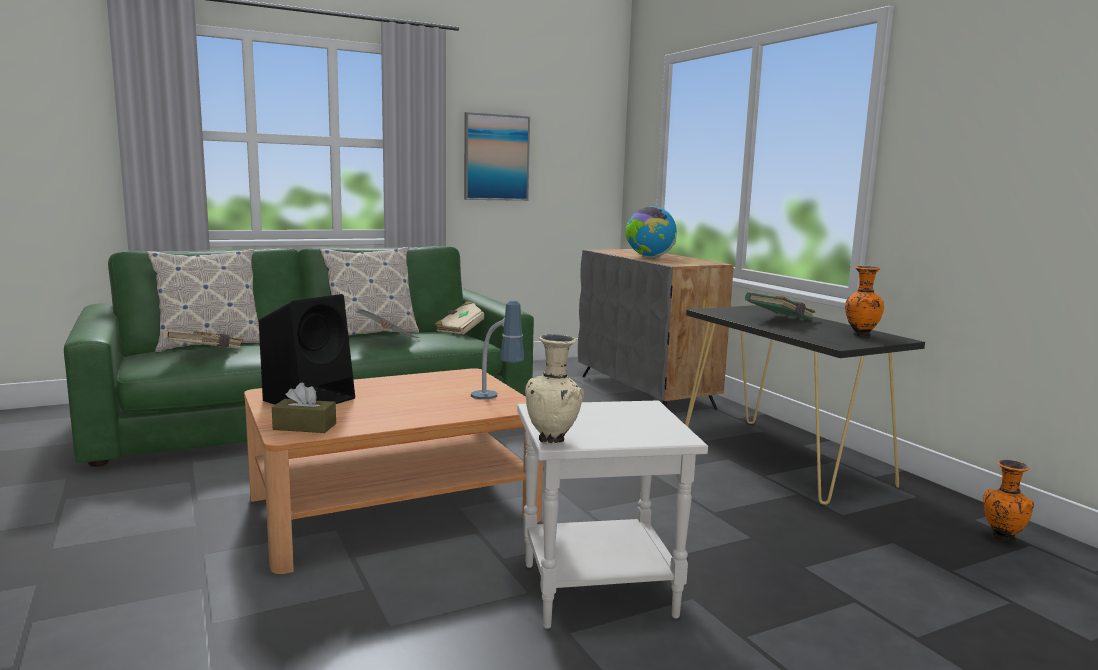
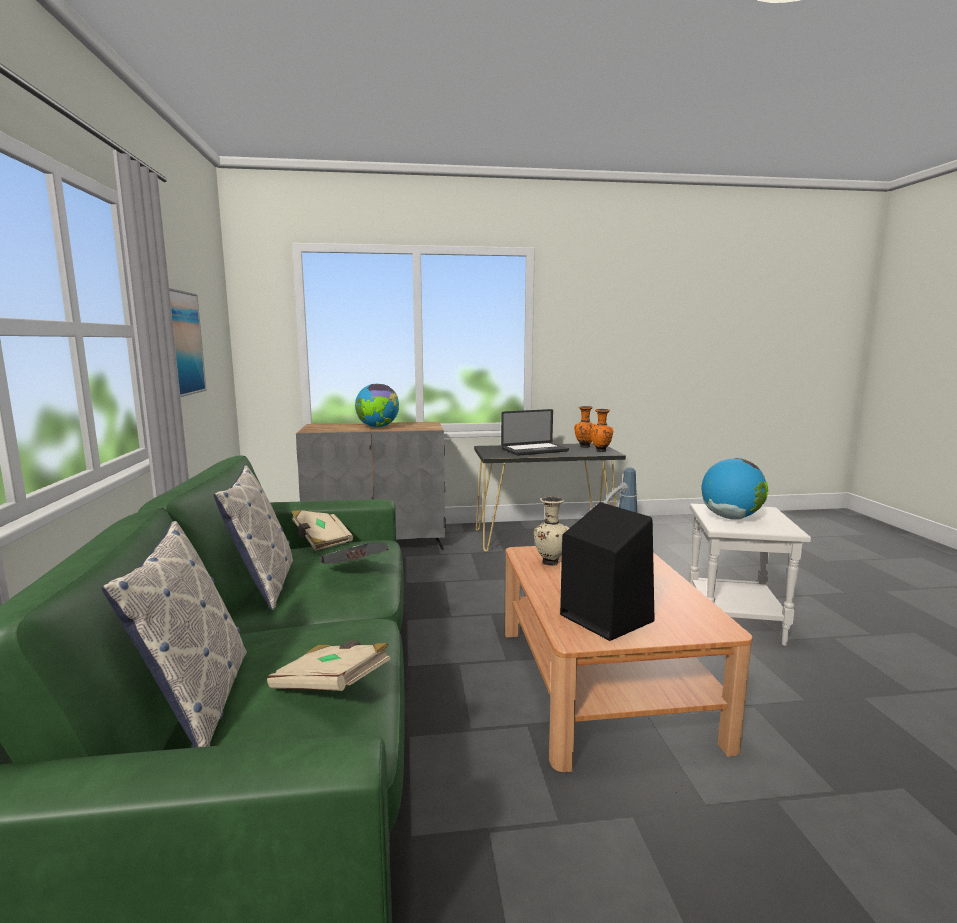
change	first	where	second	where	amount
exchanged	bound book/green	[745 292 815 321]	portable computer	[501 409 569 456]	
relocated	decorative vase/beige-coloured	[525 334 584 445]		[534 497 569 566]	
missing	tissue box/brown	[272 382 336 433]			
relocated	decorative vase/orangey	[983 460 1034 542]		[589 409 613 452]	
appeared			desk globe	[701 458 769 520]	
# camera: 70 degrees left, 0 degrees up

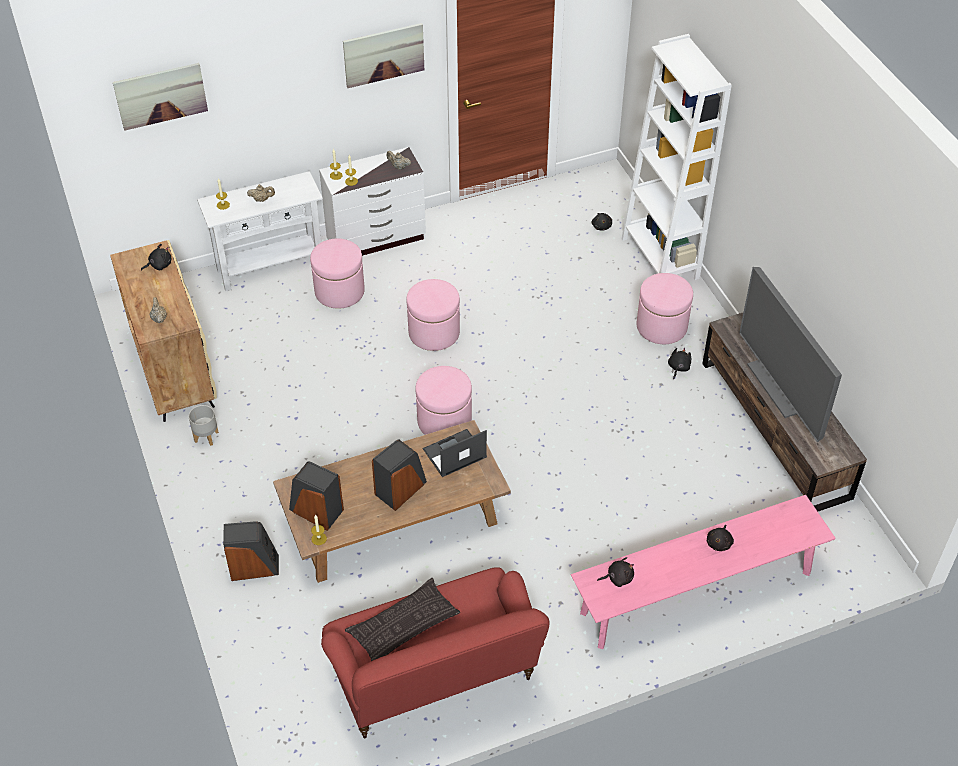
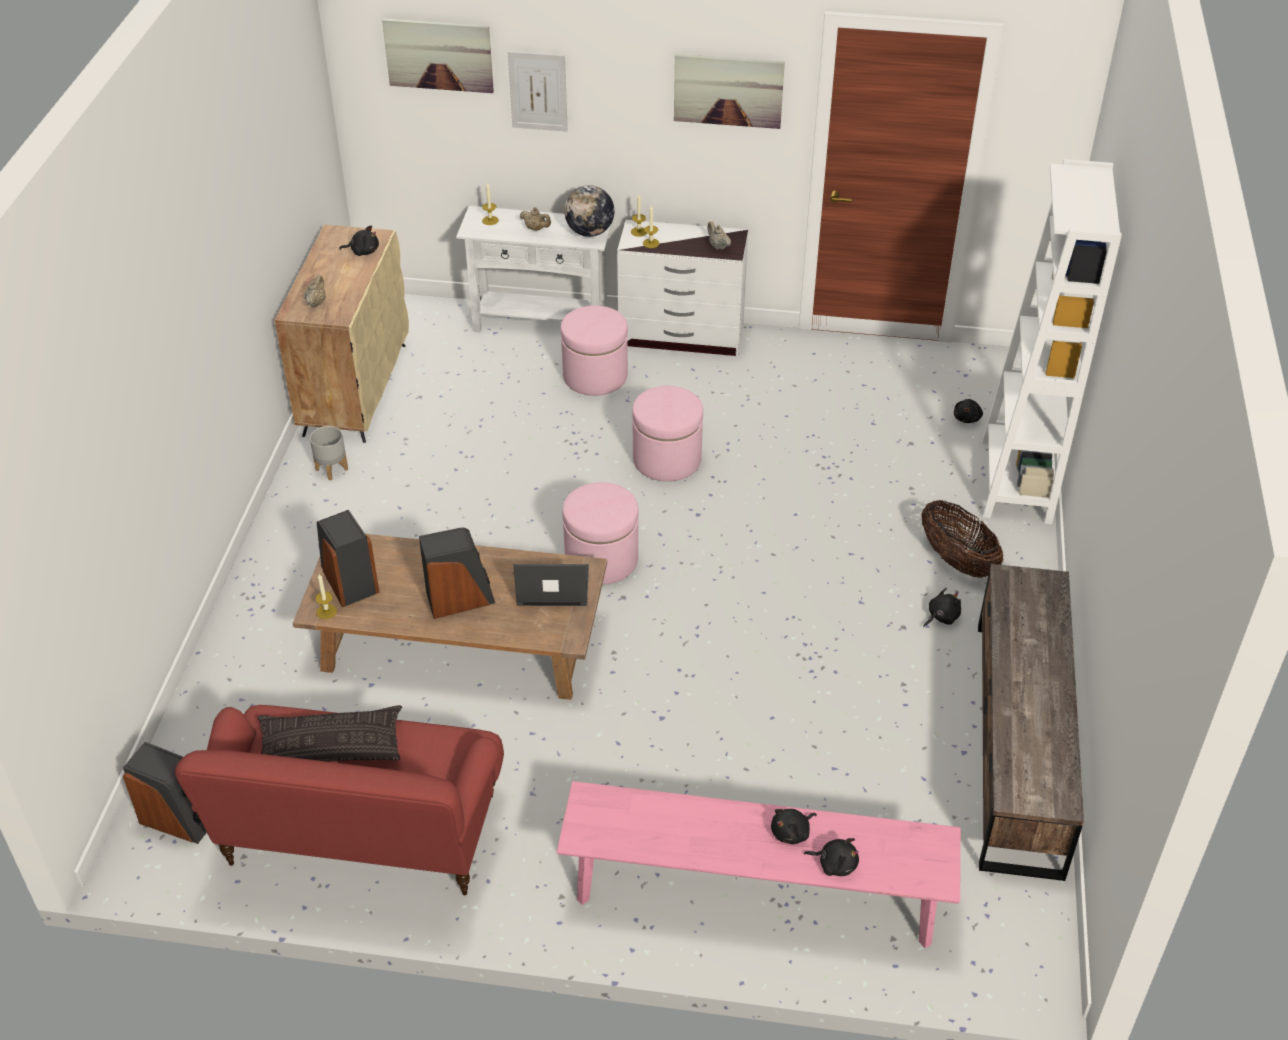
change	first	where	second	where	amount
missing	television	[739 267 842 442]			
exchanged	ottoman/pink-coloured	[637 273 693 344]	basket	[921 500 1003 578]	
relocated	audio speaker	[223 522 279 581]		[123 742 207 844]	
relocated	plush toy/blackish	[597 557 634 587]		[804 838 859 876]	
appeared			wall picture	[508 51 568 132]	
appeared			desk globe	[564 185 614 237]	
# camera: 30 degrees right, 5 degrees down

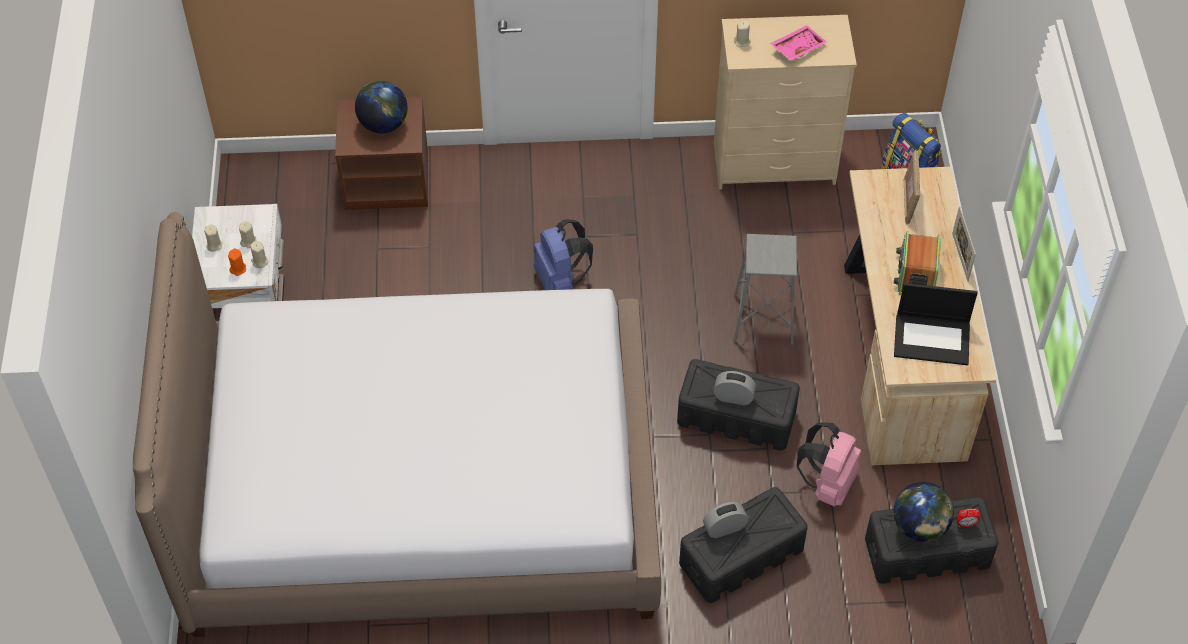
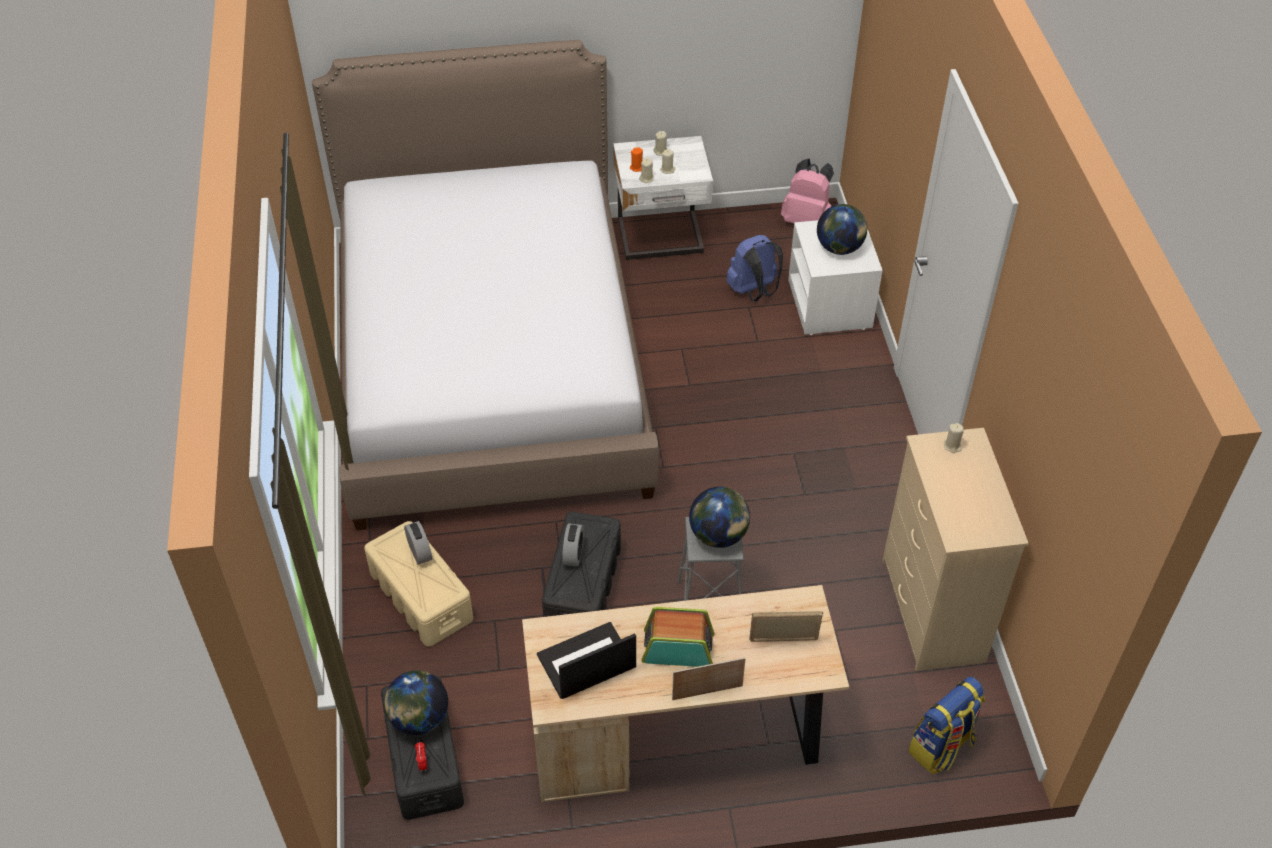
change	first	where	second	where	amount
missing	carrying tray/pink-coloured	[770 25 827 61]			
colour	night table/brown	[335 97 429 210]	night table/white	[788 220 883 335]	
relocated	knapsack/bluish	[533 219 593 290]		[726 235 783 302]	
spun	portable computer	[894 283 977 365]		[537 622 636 699]	60 degrees clockwise
relocated	knapsack/pink-coloured	[797 422 861 507]		[781 158 834 223]	
colour	storage bin/blackish	[679 487 808 603]	storage bin/beige-coloured	[364 521 473 647]	
appeared			desk globe	[689 487 750 548]	
# camera: 85 degrees right, 5 degrees down

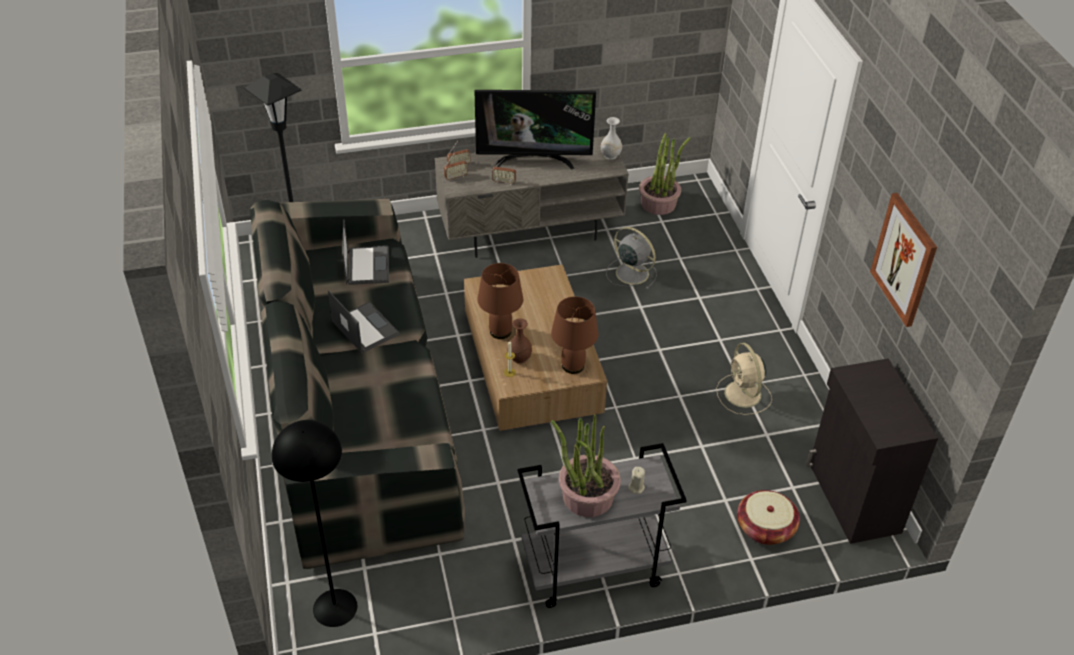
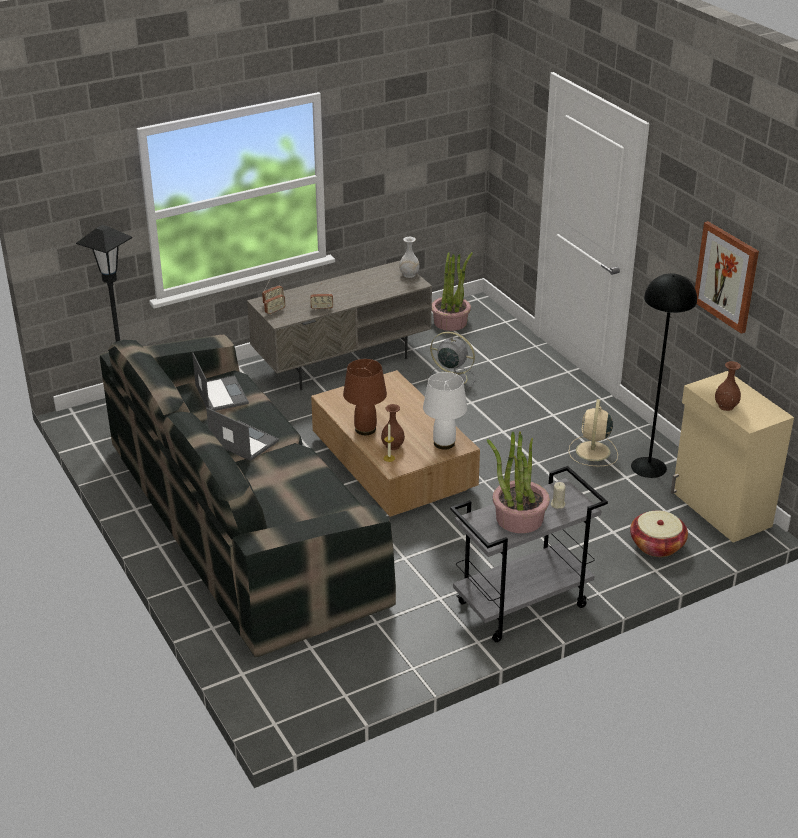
change	first	where	second	where	amount
missing	television	[475 90 596 169]			
colour	lamp for a table/brown	[551 297 599 374]	lamp for a table/white	[423 372 467 450]	
spun	fan/beige-coloured	[716 343 772 415]		[569 399 618 466]	45 degrees clockwise
colour	cupboard/blackish	[806 358 938 544]	cupboard/beige-coloured	[670 371 794 543]	
relocated	standard lamp/blackish	[272 420 357 627]		[631 273 697 478]	
appeared			decorative vase/brown	[715 361 741 411]	
# camera: 15 degrees left, 10 degrees down

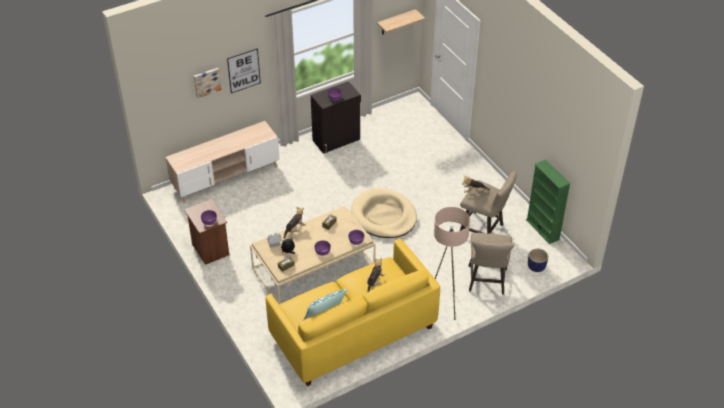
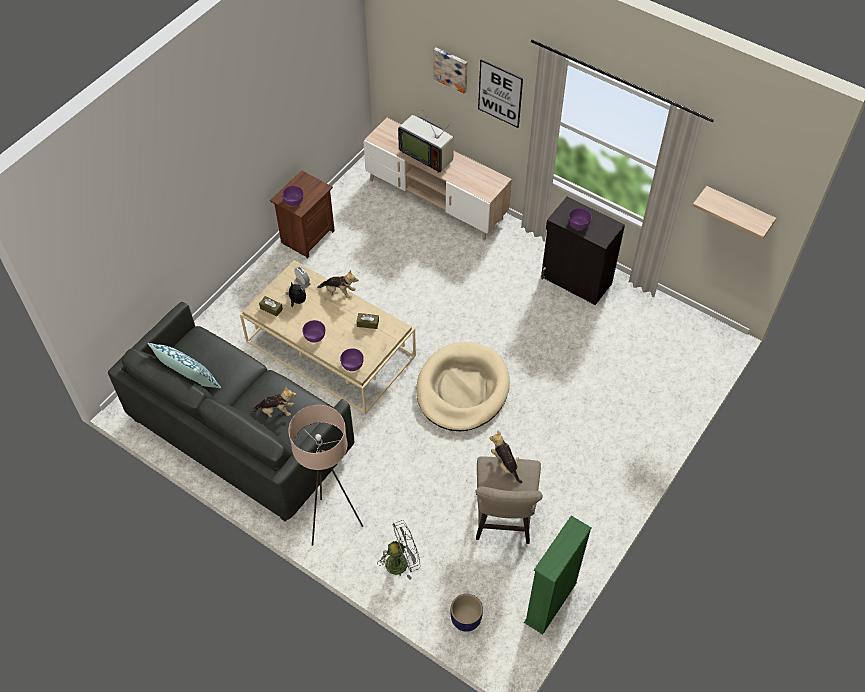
change	first	where	second	where	amount
exchanged	stool/beige-coloured	[468 233 514 294]	fan/greyish	[377 520 421 580]	
colour	couch/yellow	[266 239 440 386]	couch/greyish	[108 302 354 522]	
appeared			television	[398 111 454 173]	
# camera: 65 degrees right, 10 degrees up

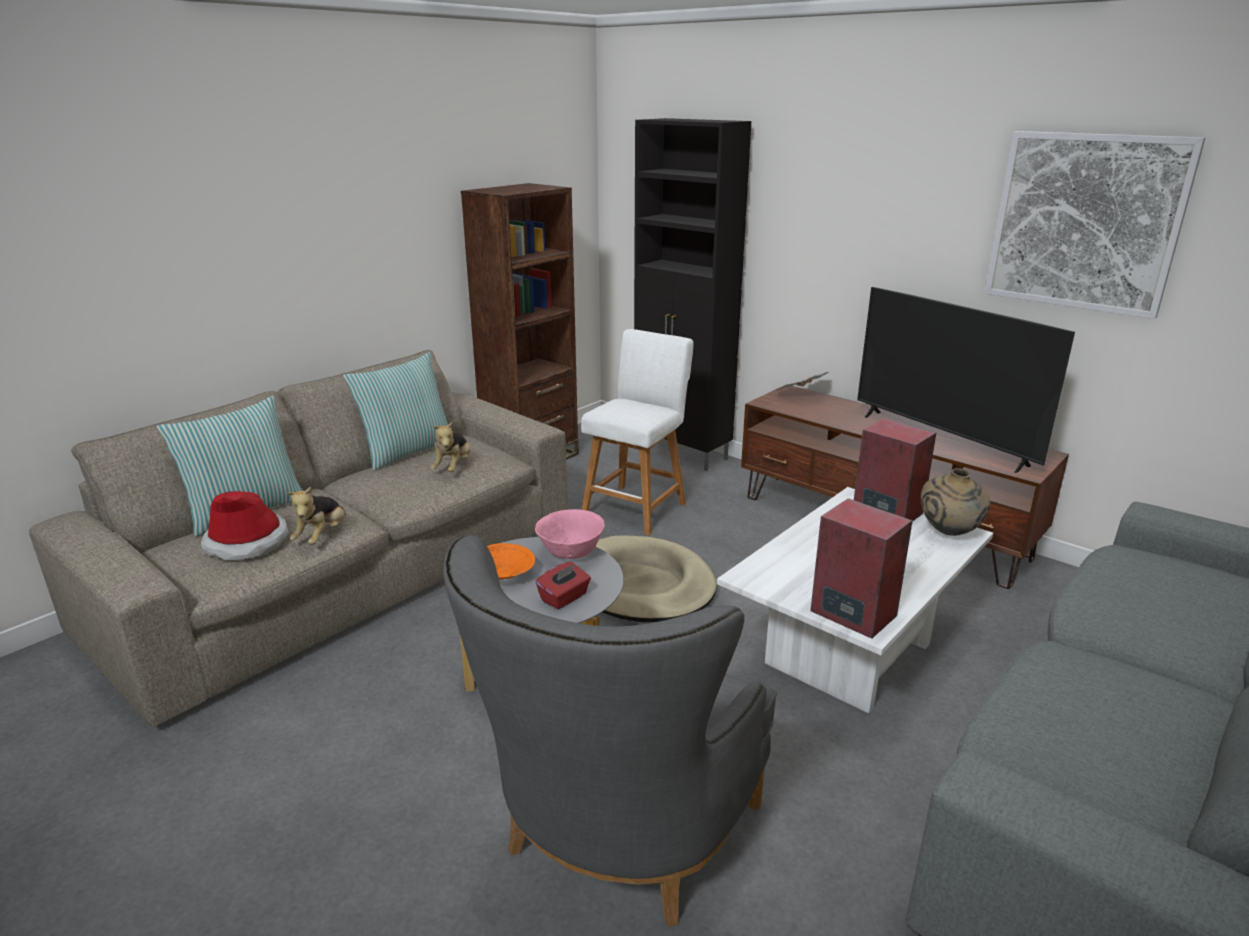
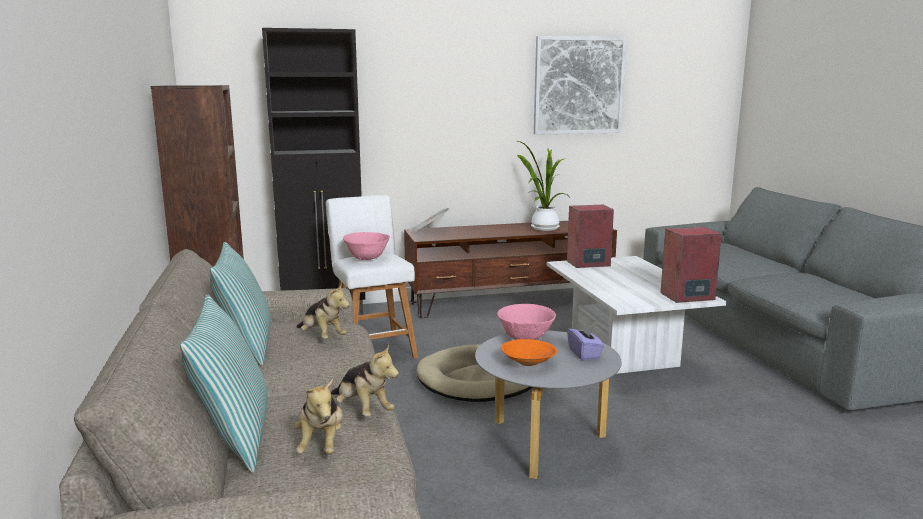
change	first	where	second	where	amount
exchanged	television	[857 287 1075 473]	potted plant	[517 141 570 231]	
missing	decorative vase/beige-coloured	[921 468 990 536]			
exchanged	wearable hat	[200 491 289 560]	plush toy	[294 379 343 454]	
missing	easy chair/greyish	[443 535 777 927]			
colour	tissue box/red	[536 562 591 609]	tissue box/purple-coloured	[567 322 604 360]	
appeared			deep dish/pink-coloured	[343 232 390 260]	
# camera: 55 degrees left, 10 degrees down

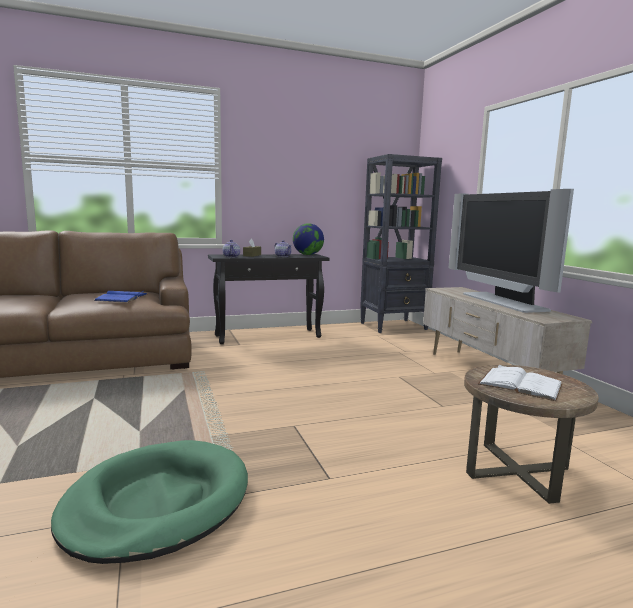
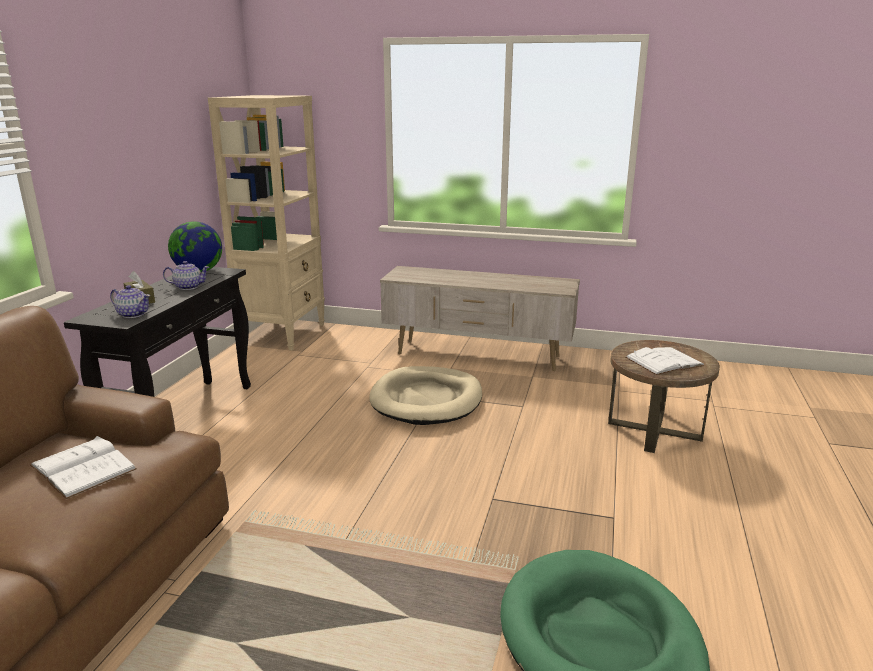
change	first	where	second	where	amount
colour	shelving unit/blackish	[360 154 442 333]	shelving unit/beige-coloured	[208 95 325 350]	
missing	television	[449 189 574 313]			
colour	bound book/bluish	[94 291 148 303]	bound book/white	[30 436 137 499]	
appeared			dog bed/beige-coloured	[369 366 482 425]	
# camera: 55 degrees left, 10 degrees up

